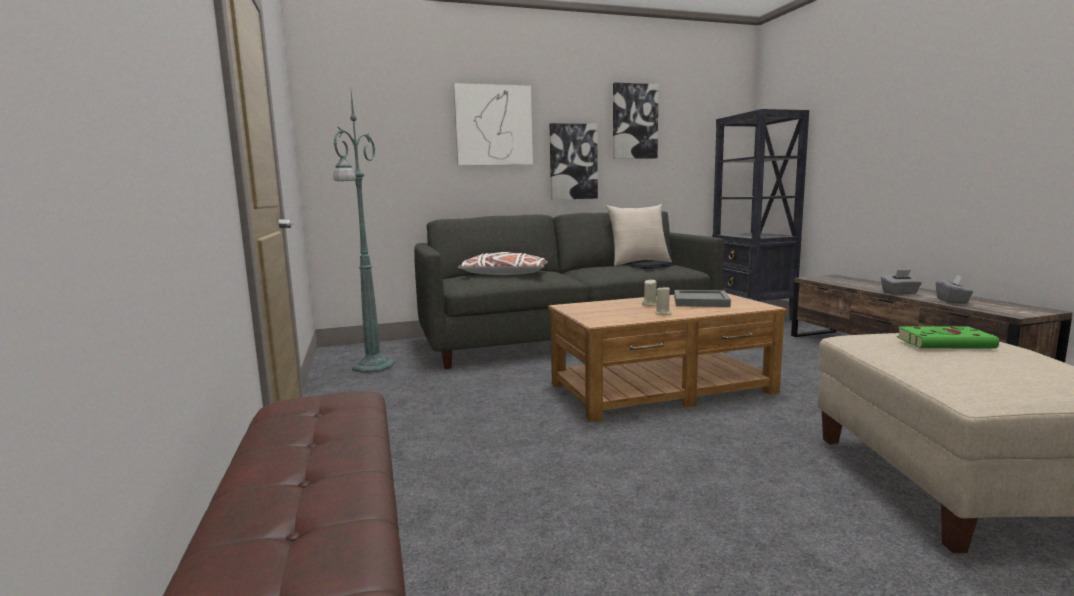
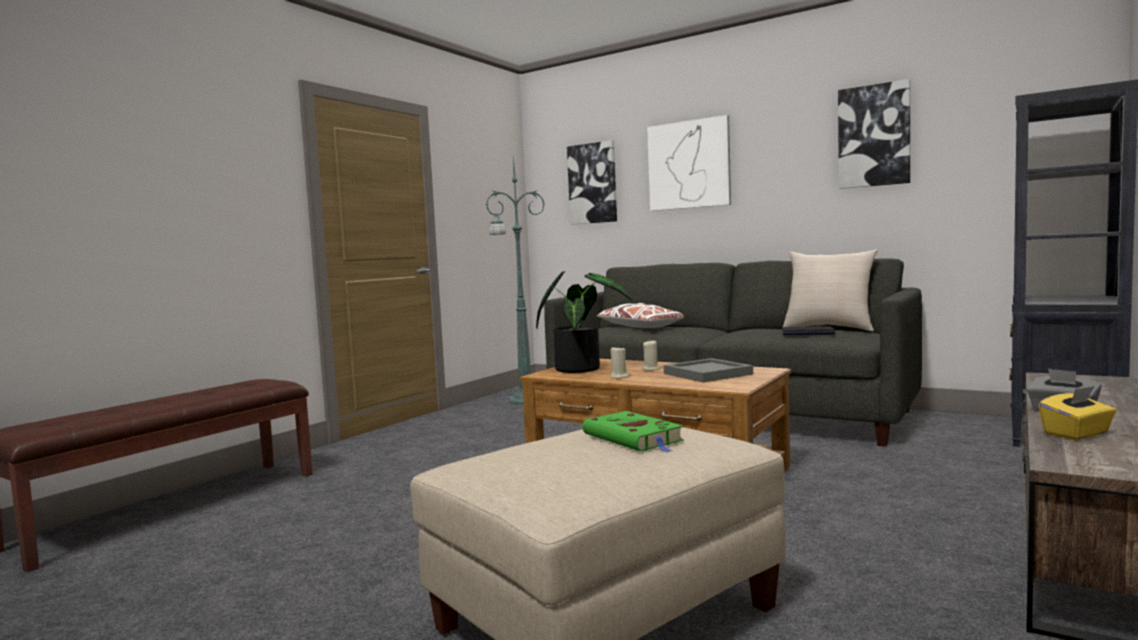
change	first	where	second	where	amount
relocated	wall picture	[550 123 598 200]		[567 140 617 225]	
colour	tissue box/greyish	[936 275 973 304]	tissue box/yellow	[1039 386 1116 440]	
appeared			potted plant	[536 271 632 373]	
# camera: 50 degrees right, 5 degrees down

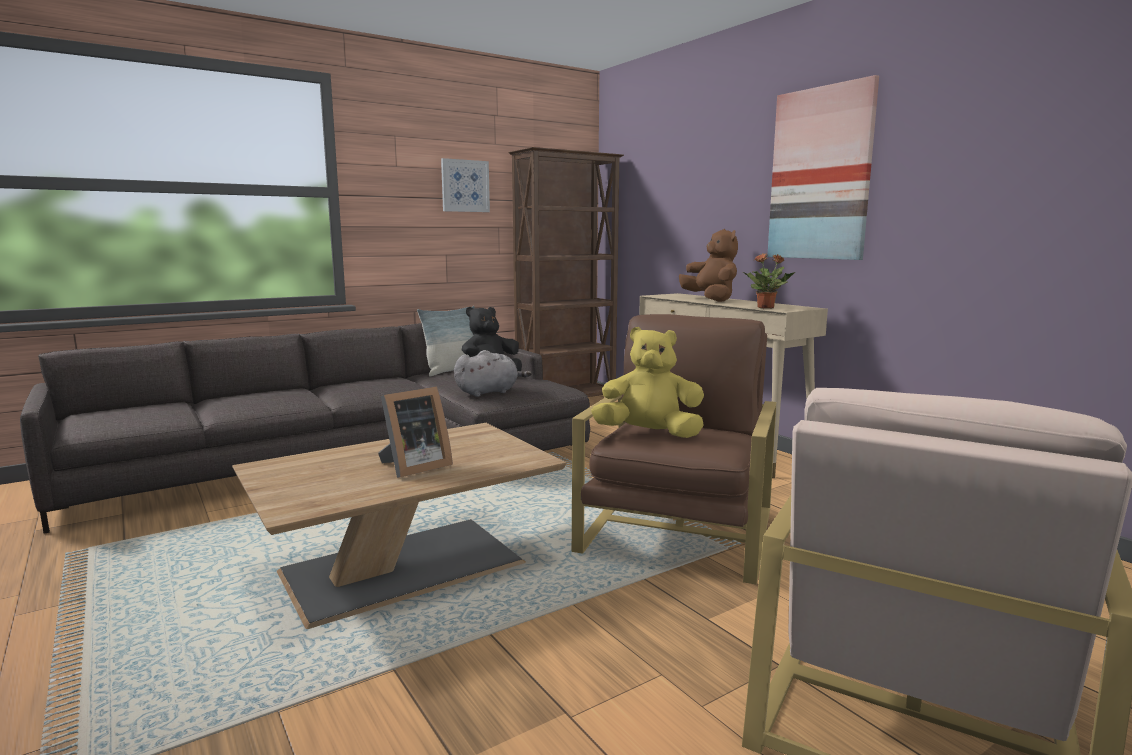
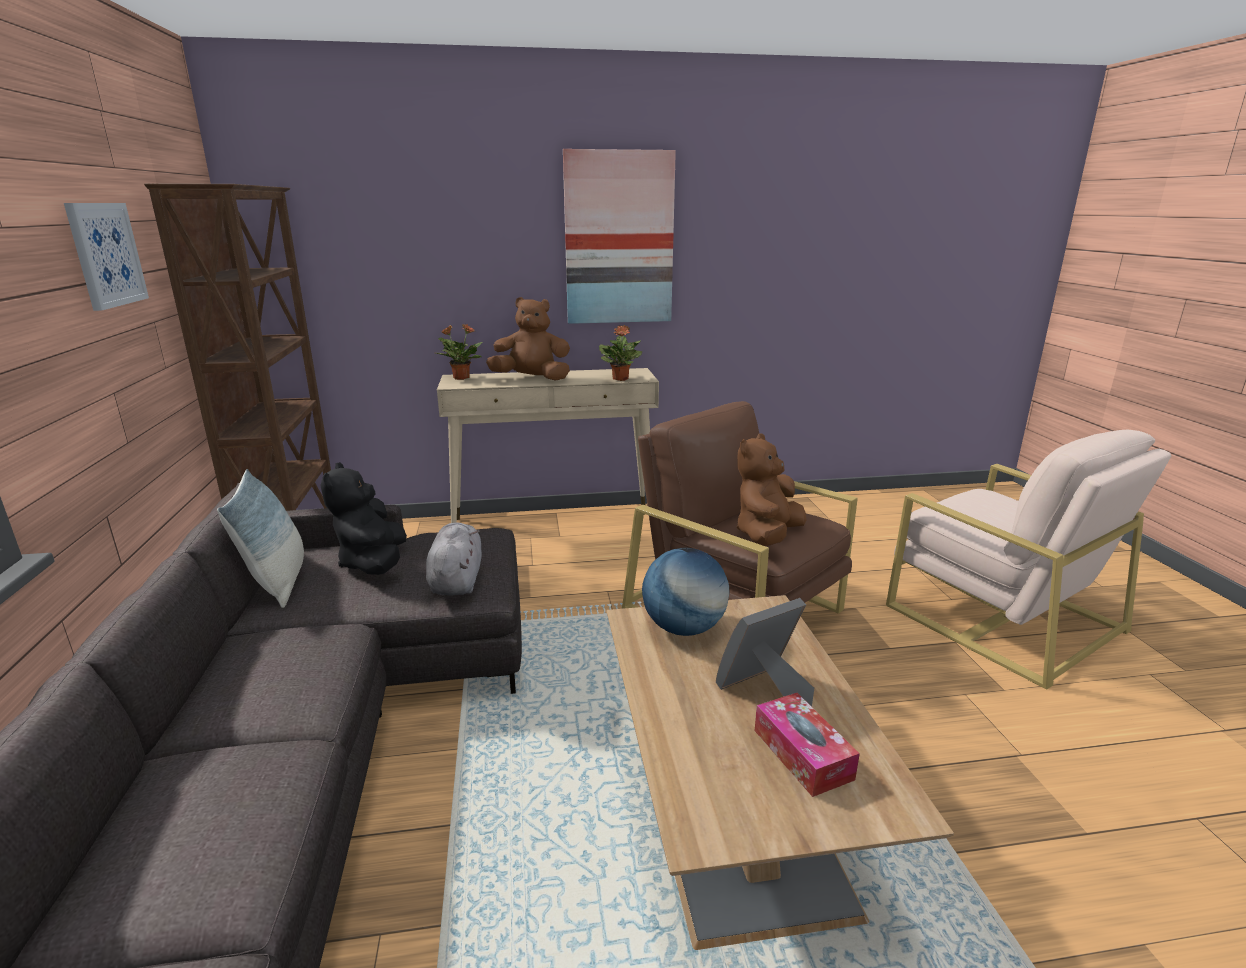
change	first	where	second	where	amount
colour	plush toy/yellow	[591 327 704 438]	plush toy/brown	[737 434 806 546]	
spun	picture frame	[378 386 453 478]		[716 598 814 707]	105 degrees counterclockwise
appeared			potted plant	[436 324 483 380]	
appeared			desk globe	[642 548 729 636]	
appeared			tissue box	[755 693 860 797]	
# camera: 65 degrees left, 10 degrees up

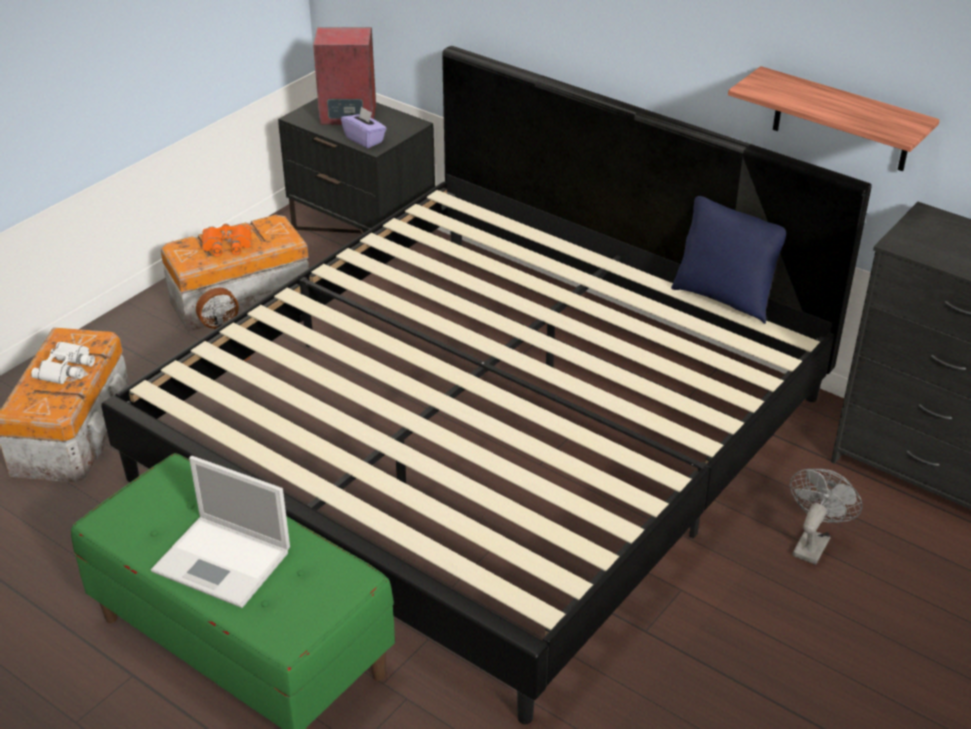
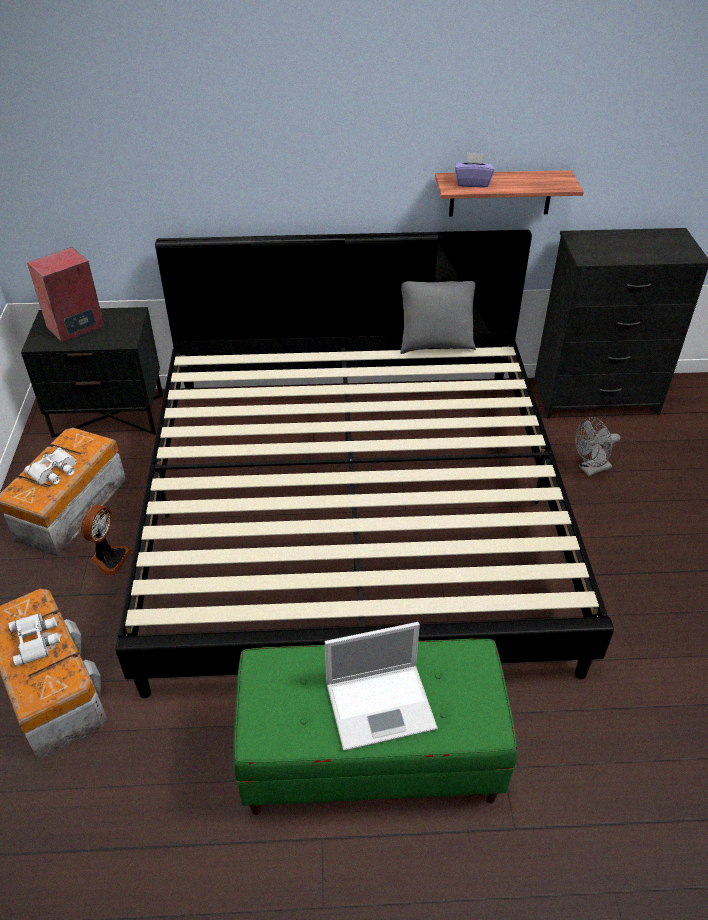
change	first	where	second	where	amount
relocated	tissue box/purple-coloured	[341 106 387 148]		[455 152 494 188]	
colour	pillow/bluish	[671 196 786 324]	pillow/greyish	[400 281 476 354]	
colour	pair of binoculars/orangey	[202 224 252 257]	pair of binoculars/white	[24 448 77 485]	
spun	fan/greyish	[790 469 862 565]		[575 417 620 476]	105 degrees counterclockwise
# camera: 40 degrees left, 5 degrees up

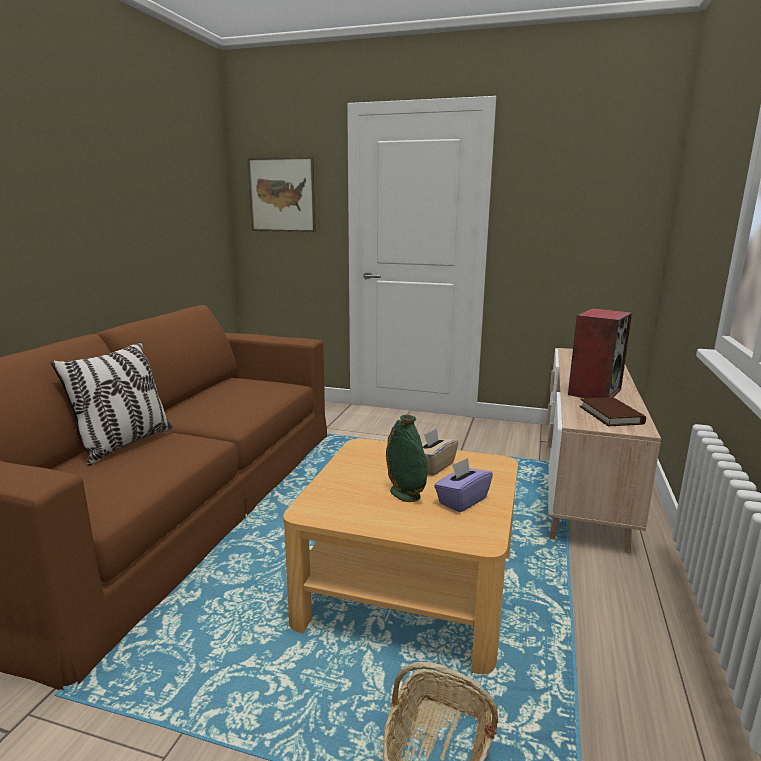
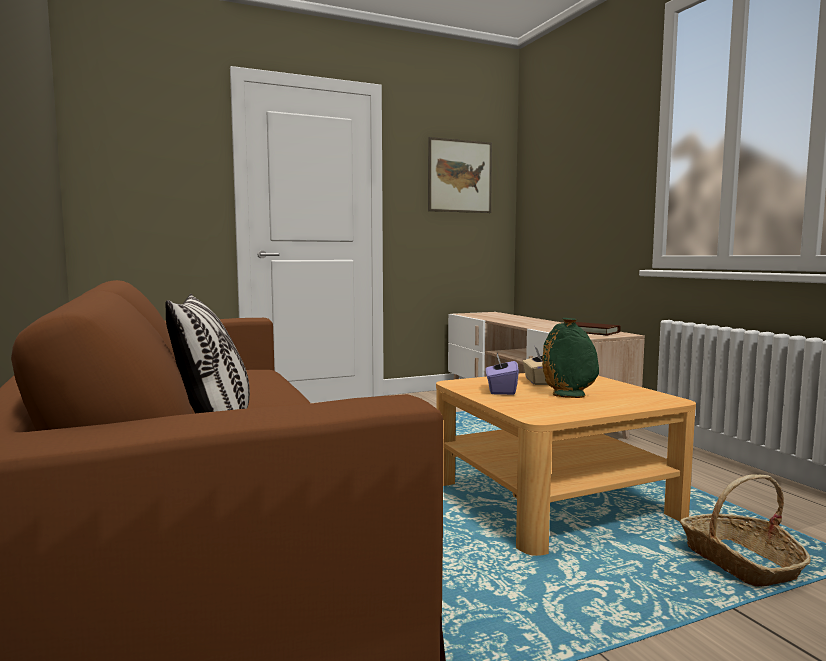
change	first	where	second	where	amount
relocated	wall picture	[247 157 316 232]		[428 137 492 213]	
missing	audio speaker	[568 308 632 398]			
relocated	tissue box/purple-coloured	[434 458 493 513]		[485 353 519 395]	
# camera: 40 degrees left, 10 degrees down

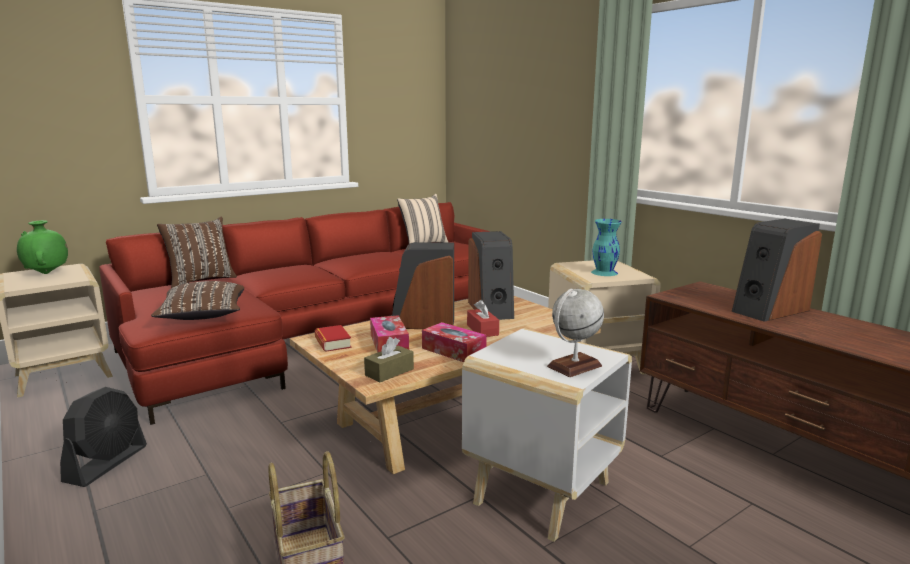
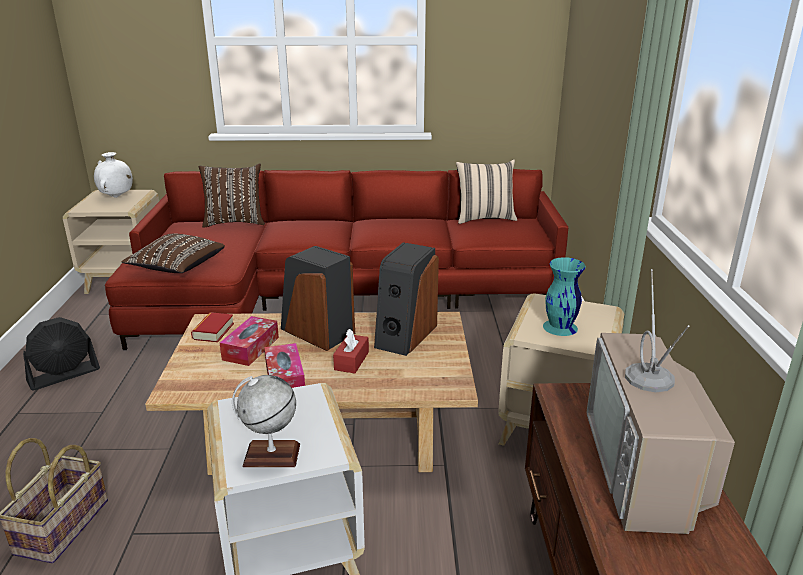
change	first	where	second	where	amount
exchanged	audio speaker	[731 219 822 322]	television	[587 269 735 534]	
colour	decorative vase/green	[17 220 68 274]	decorative vase/white	[94 152 133 198]	
missing	tissue box/brown	[364 337 414 382]			
# camera: 35 degrees right, 10 degrees up

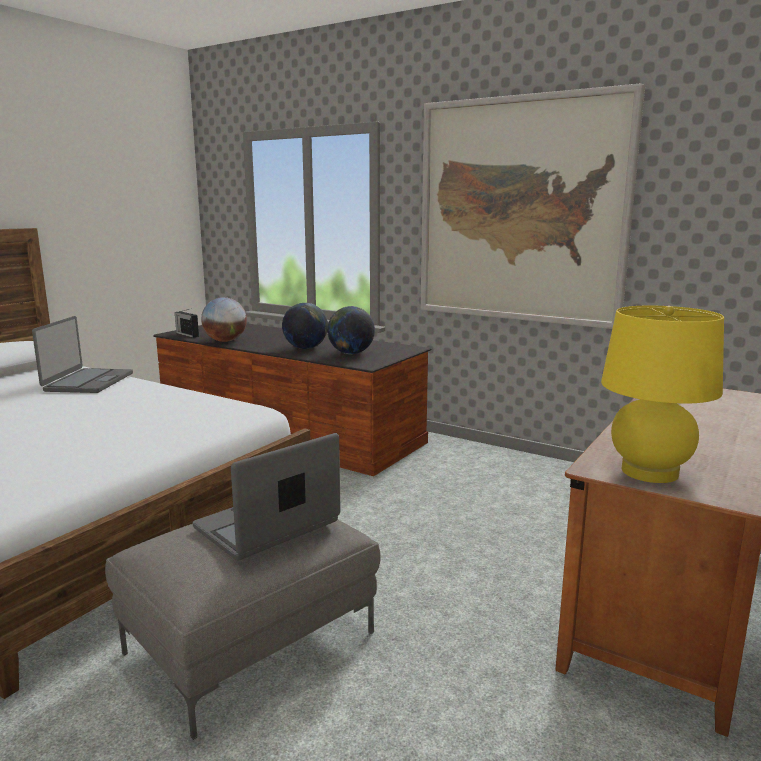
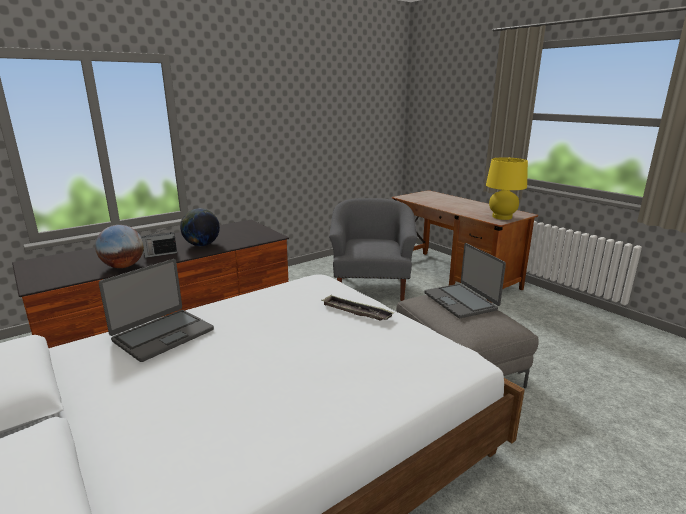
change	first	where	second	where	amount
missing	wall picture	[421 83 645 329]			
missing	desk globe	[327 306 375 354]			
relocated	radio receiver	[175 309 199 338]		[141 229 177 258]	
spun	portable computer	[32 316 133 393]		[99 259 214 362]	105 degrees clockwise
appeared			easy chair/greyish	[329 198 417 301]	
appeared			carrying tray	[321 295 394 321]	
# camera: 70 degrees left, 5 degrees up

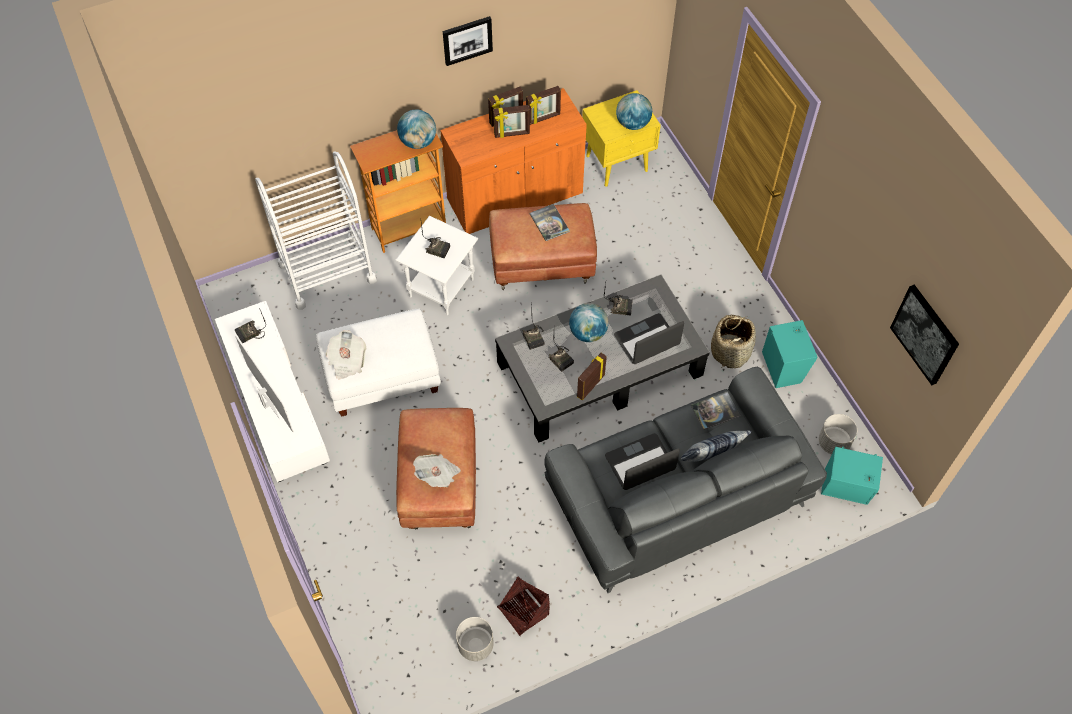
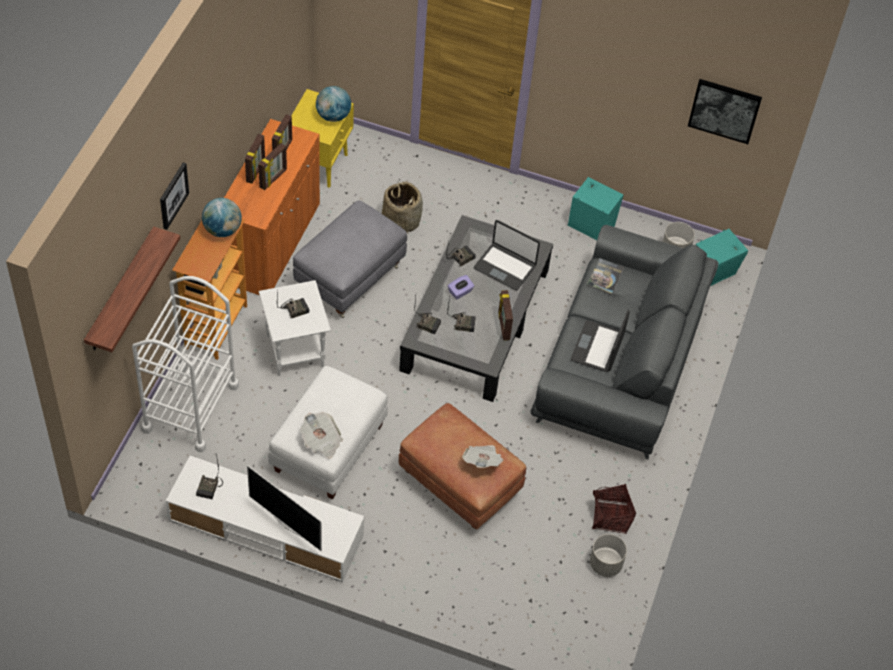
change	first	where	second	where	amount
relocated	wall picture	[443 16 493 66]		[160 163 189 230]	
colour	ottoman/brown	[489 203 597 290]	ottoman/greyish	[293 200 407 318]	
missing	bound book	[530 204 570 241]			
exchanged	desk globe	[569 303 608 342]	tissue box/purple-coloured	[448 275 474 299]	
spun	portable computer	[614 313 684 364]		[474 220 540 290]	75 degrees counterclockwise
relocated	basket	[711 315 756 368]		[382 182 423 234]	
spun	television	[235 336 294 432]		[247 465 322 551]	150 degrees counterclockwise
missing	pillow	[681 430 751 462]			
appeared			wall shelf	[84 226 180 352]	
# camera: 50 degrees left, 5 degrees down

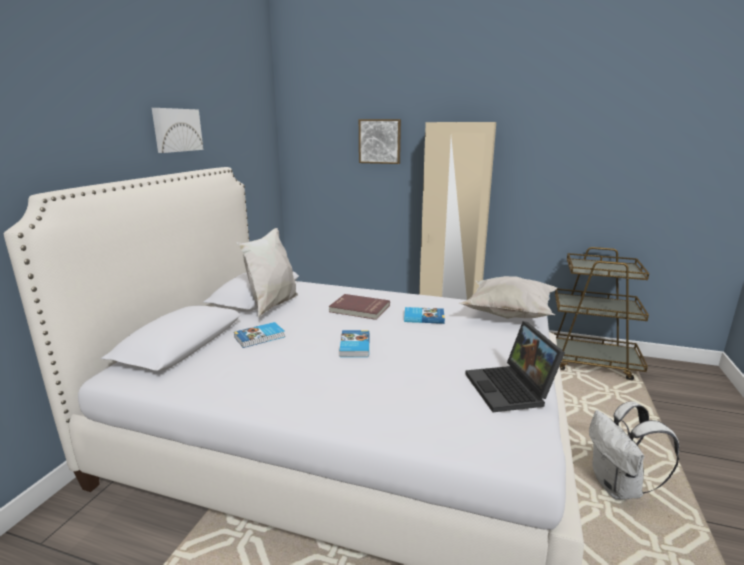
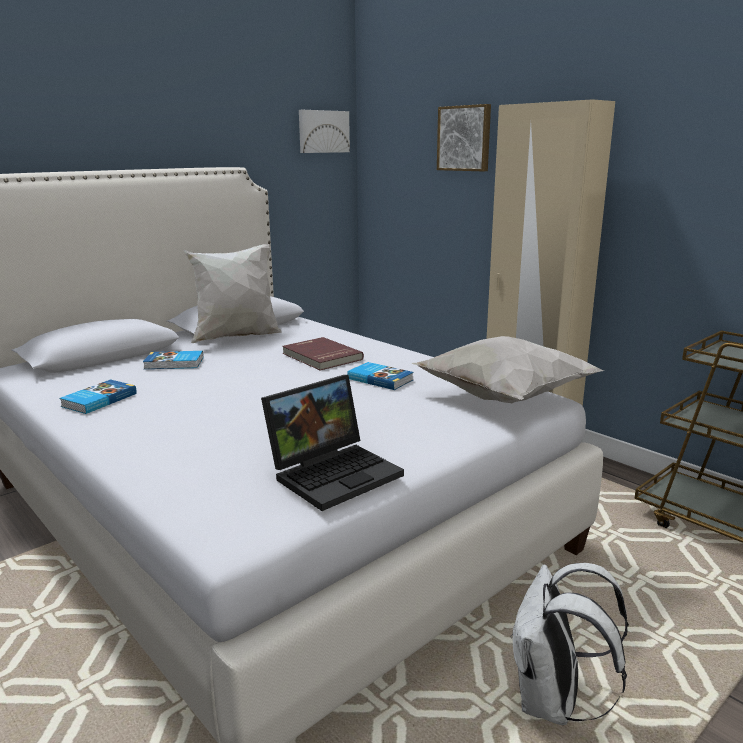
change	first	where	second	where	amount
relocated	wall picture	[152 108 203 153]		[299 110 350 153]	
spun	portable computer	[465 321 565 412]		[261 375 404 511]	150 degrees counterclockwise
relocated	bound book	[339 330 369 357]		[59 379 137 414]	
# camera: 30 degrees right, 0 degrees up

